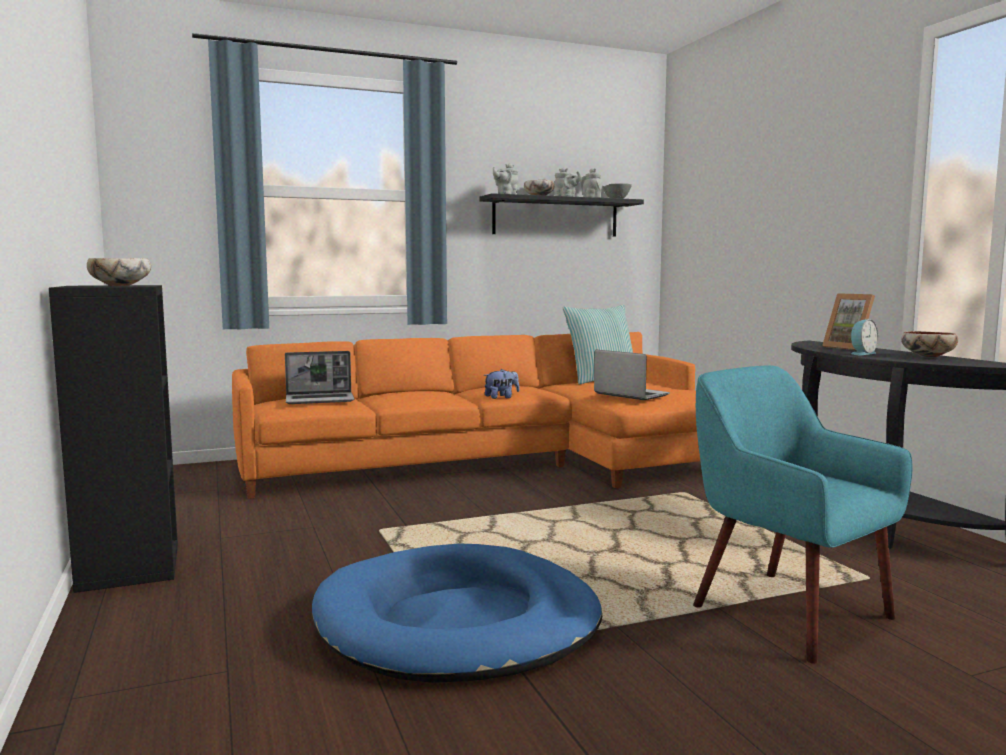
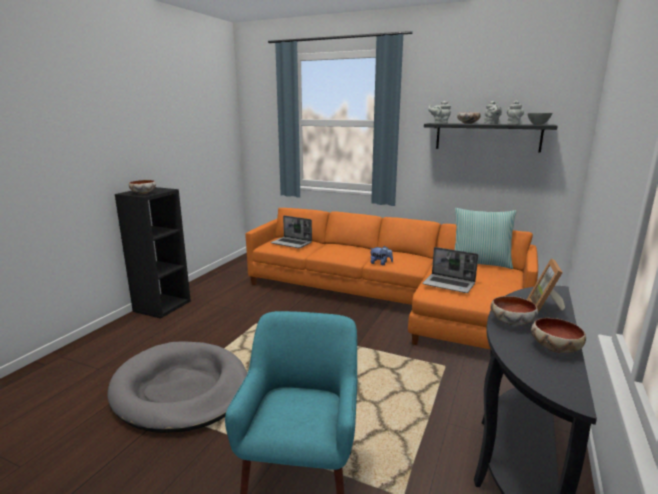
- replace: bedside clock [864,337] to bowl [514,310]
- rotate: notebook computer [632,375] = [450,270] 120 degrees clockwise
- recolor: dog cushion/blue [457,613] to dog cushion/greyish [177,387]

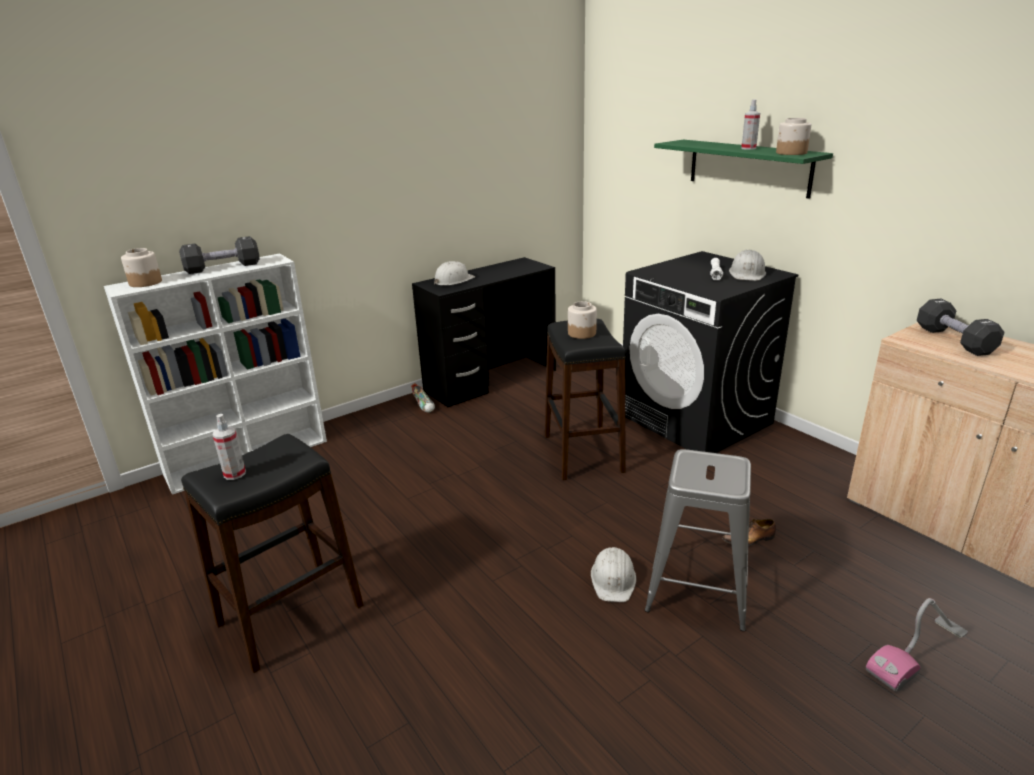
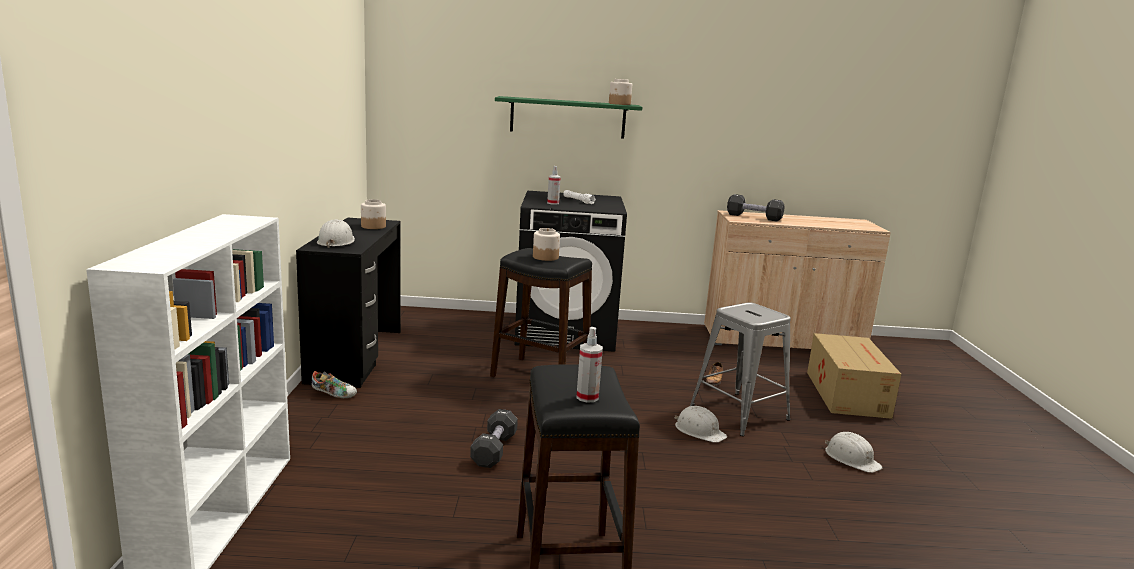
- move: hand sprayer [750,124] to [554,185]
- move: dumbbell/black-coloured [219,255] to [494,438]
- move: storage jar [141,267] to [373,214]
- move: hard hat/white [747,265] to [854,452]
- replace: vacuum cleaner [917,645] to cardboard box [854,376]

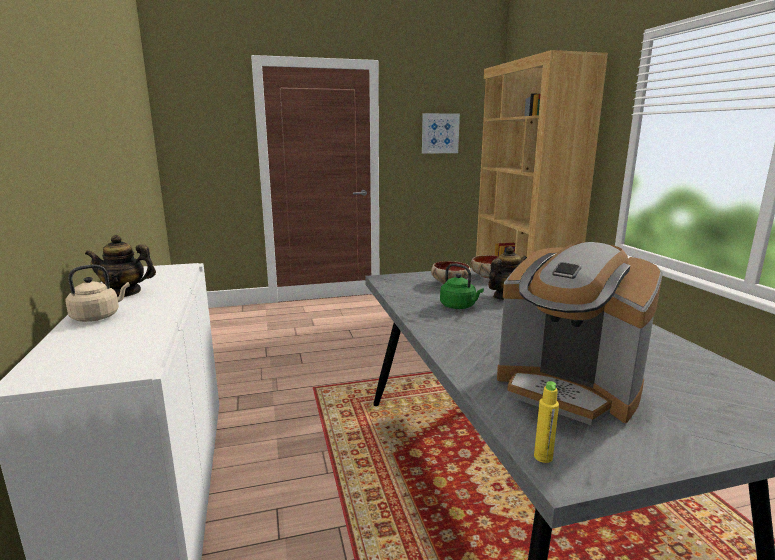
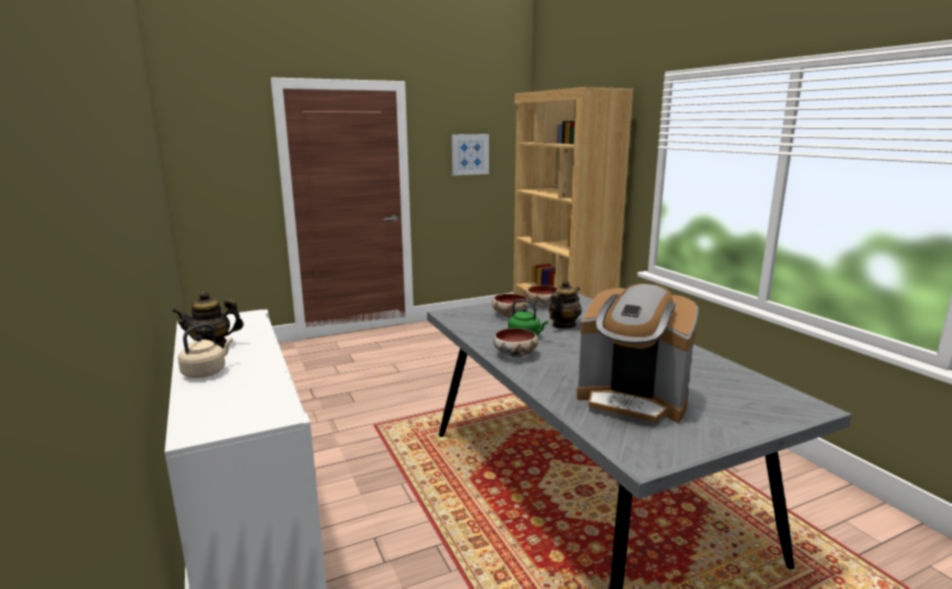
- delete: bottle/yellow-coloured [546,422]
- insert: bowl [515,342]

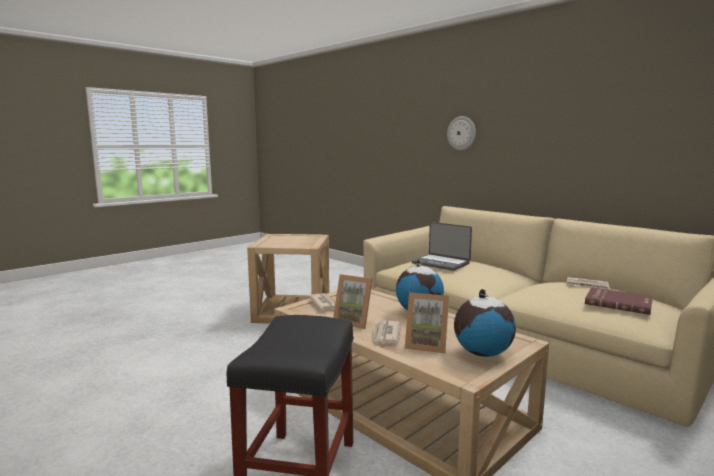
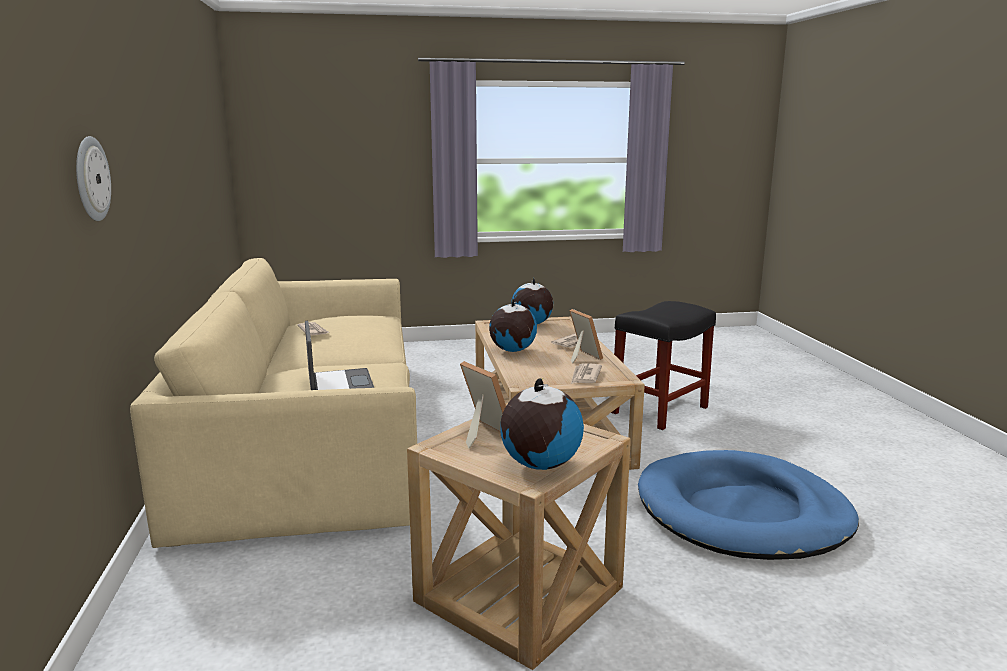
- delete: book/red [619,301]
- move: photo frame [427,322] to [483,404]
- insert: globe [542,424]
- insert: dog cushion/blue [748,505]

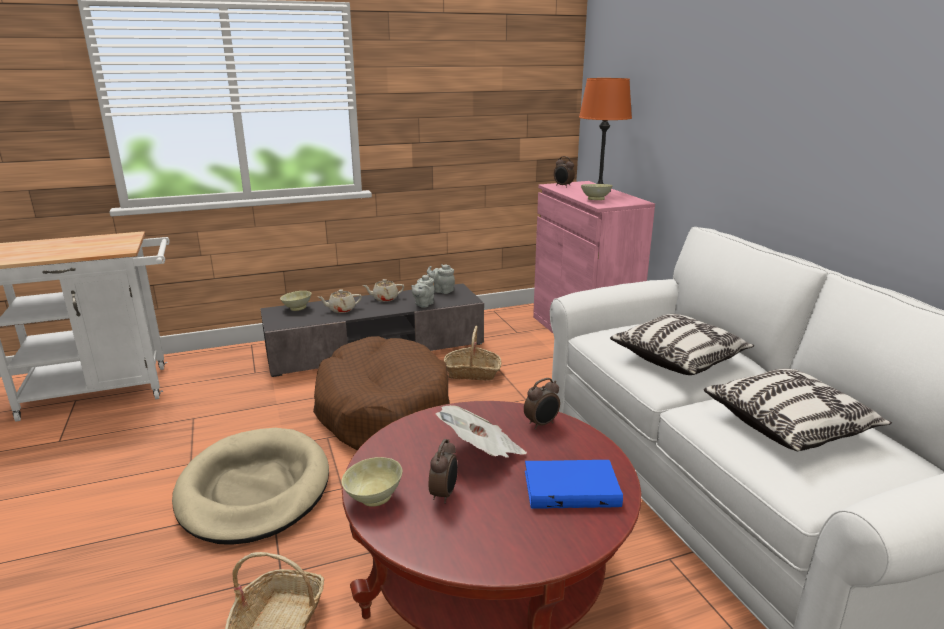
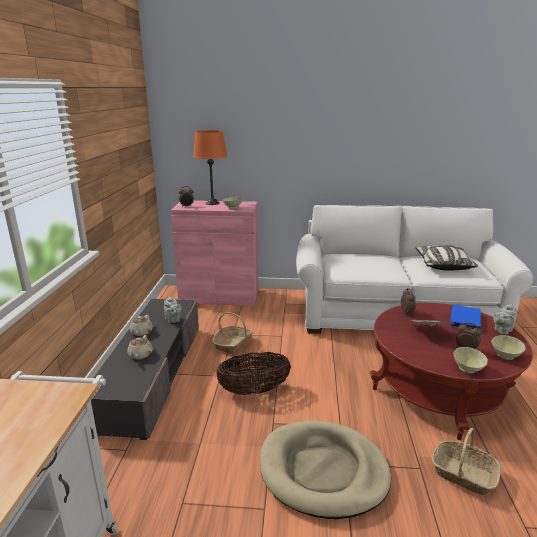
- move: tea pot/greyish [441,279] to [505,319]
- move: bowl/beige-coloured [295,301] to [509,347]
- delete: cushion [682,344]
- replace: dog cushion/brownish [381,393] to basket [253,373]

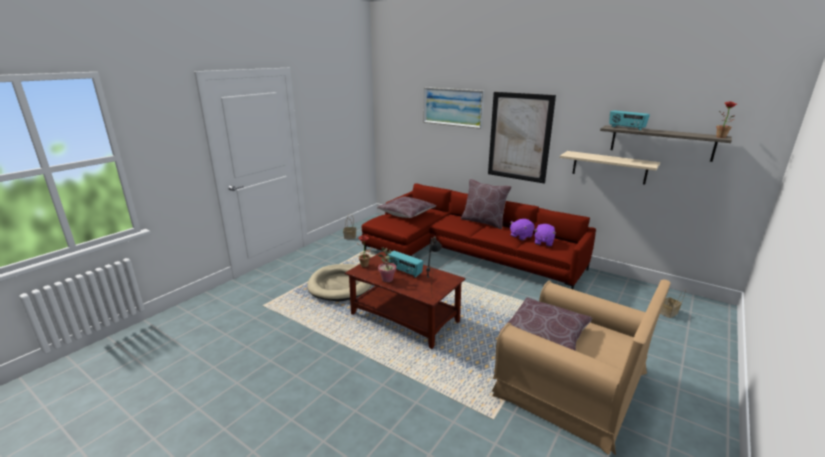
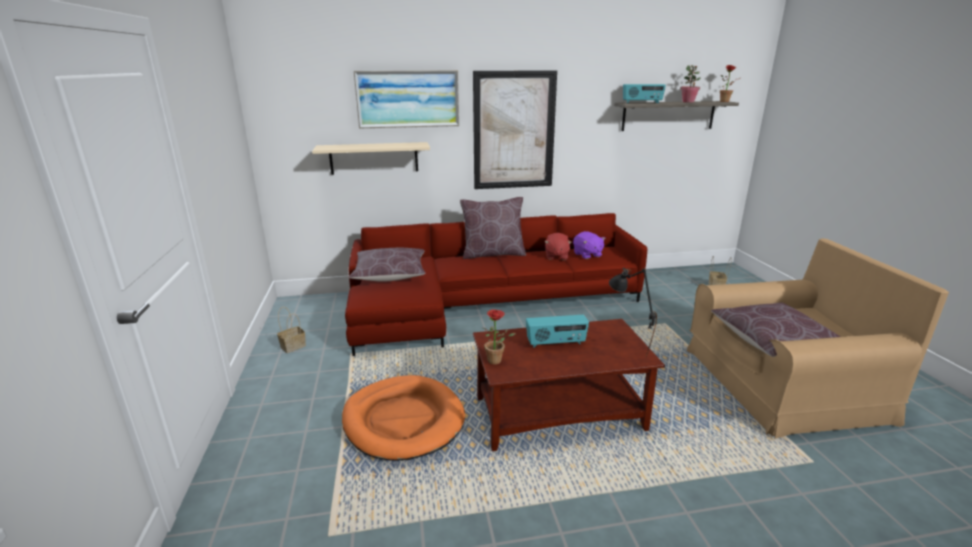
- move: bracket shelf/beige-coloured [609,168] to [371,158]
- recolor: soft toy/purple-coloured [522,229] to soft toy/red [558,246]
- move: potted plant [387,264] to [690,84]
- recolor: dog cushion/beige-coloured [339,282] to dog cushion/orange-coloured [403,418]

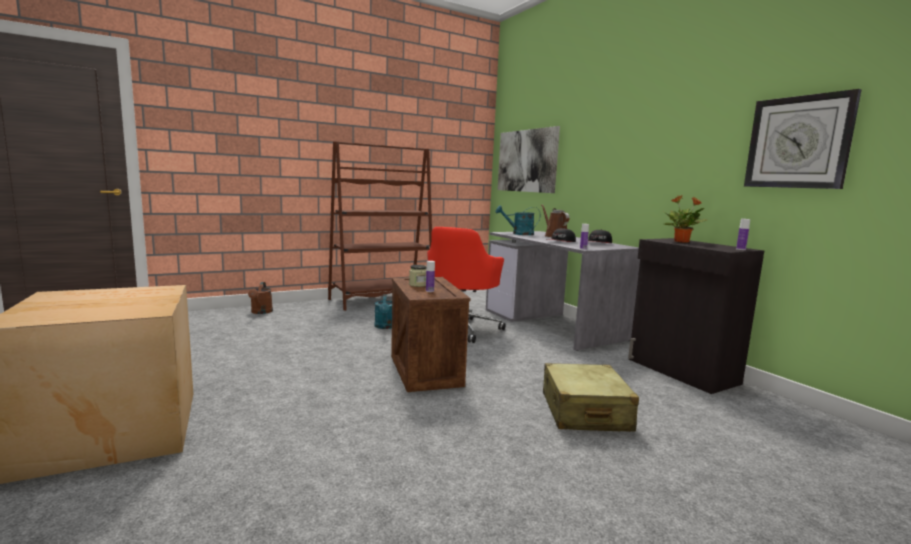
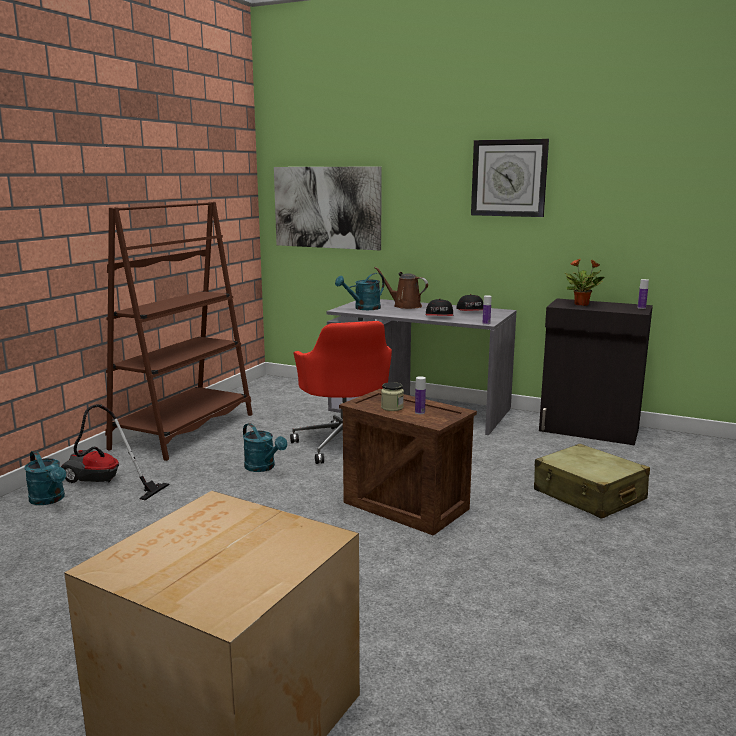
- move: wall clock [802,139] to [510,178]
- recolor: sprinkling can/brownish [260,298] to sprinkling can/turquoise-coloured [45,477]
- insert: vacuum cleaner [115,452]

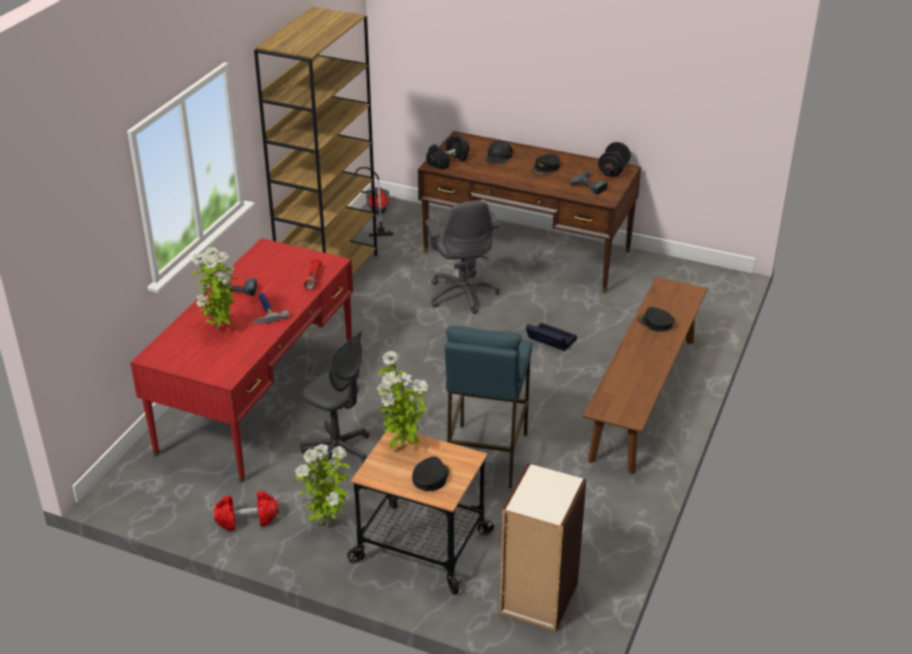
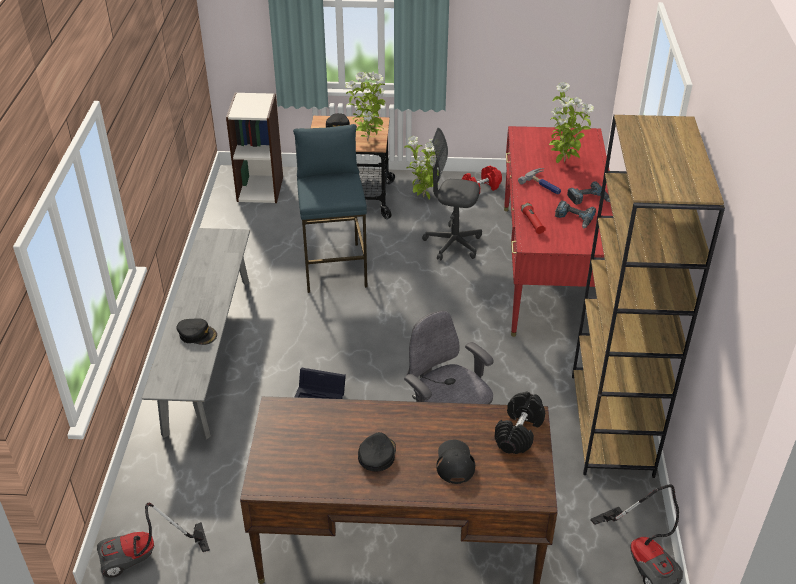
- delete: dumbbell/black-coloured [614,159]
- move: electric drill [589,183] to [575,214]
- recolor: bench/brownish [645,375] to bench/greyish [196,334]
- insert: vacuum cleaner [153,540]

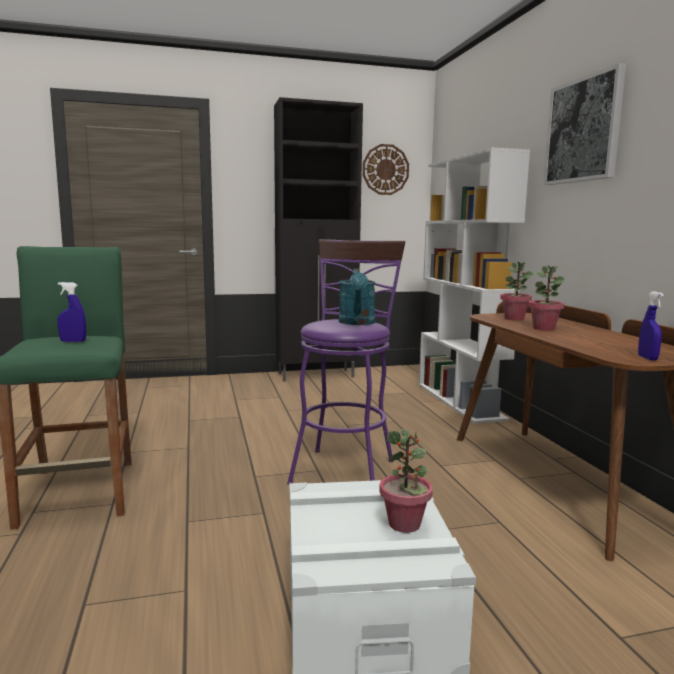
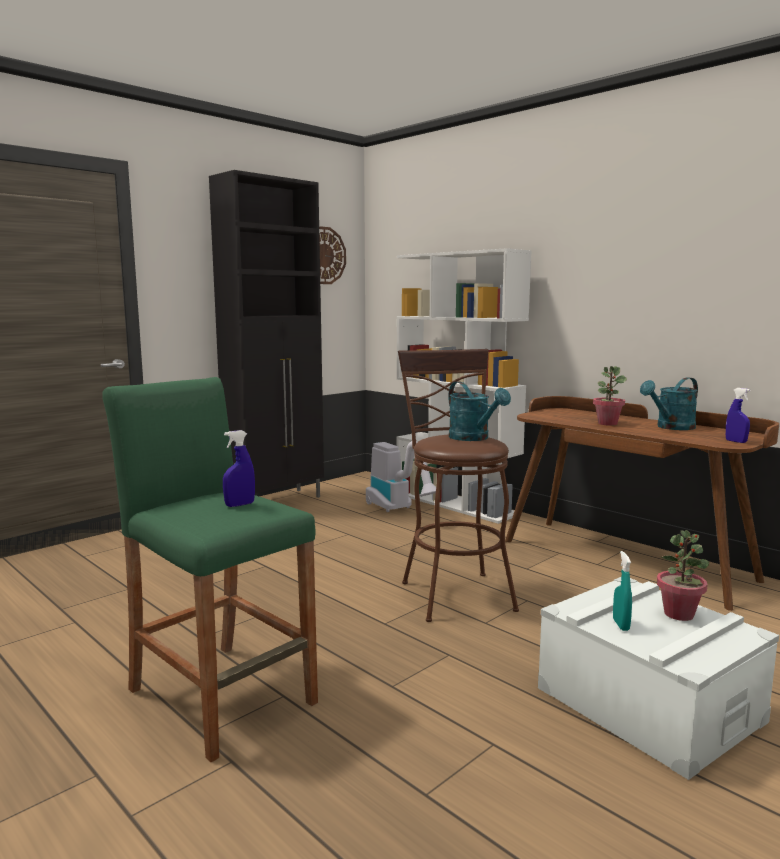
- delete: wall picture [585,124]
- recolor: stool/purple-coloured [346,362] to stool/brownish [458,485]
- delete: potted plant [517,291]
- insert: sprinkling can/turquoise-coloured [669,403]
- insert: vacuum cleaner [401,476]
- insert: hand sprayer/turquoise-coloured [622,591]

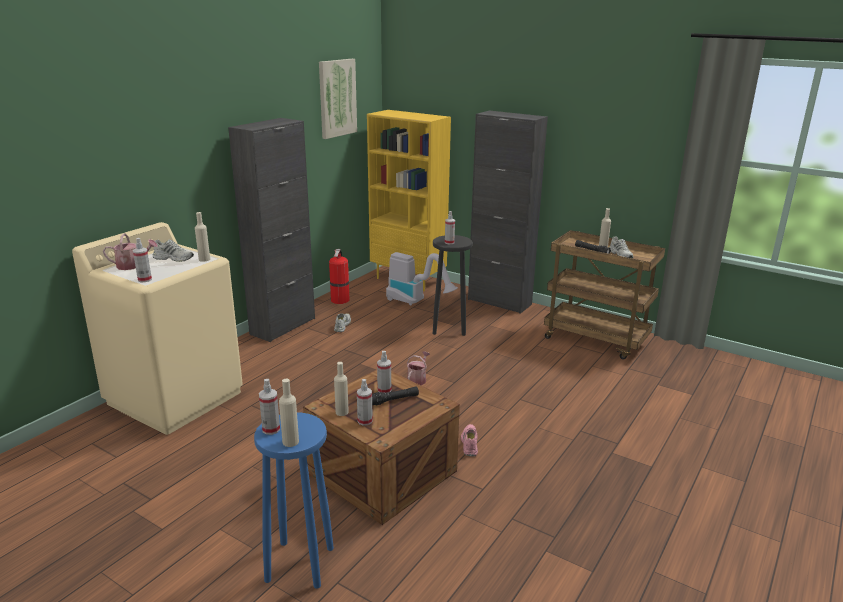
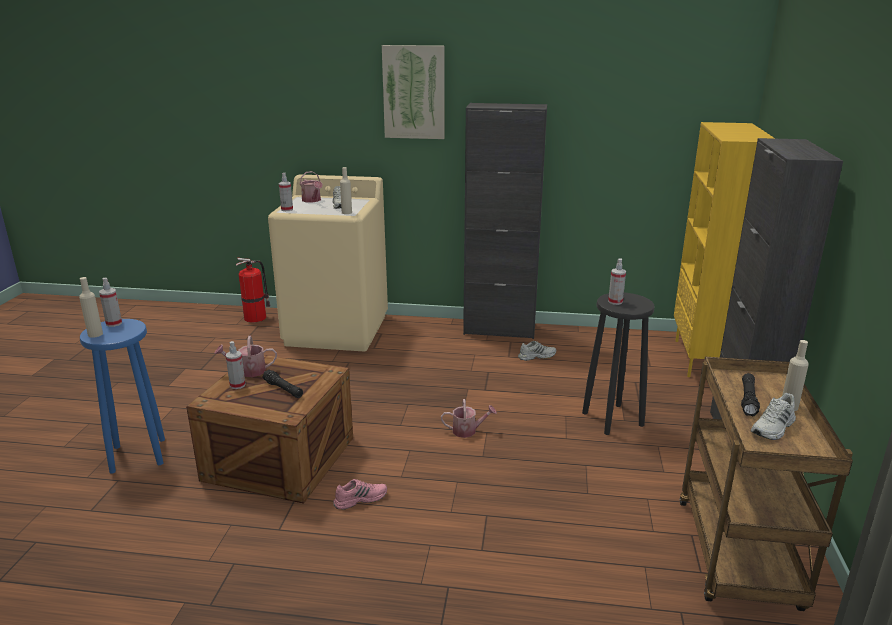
- move: wall picture [338,99] to [413,92]
- move: extinguisher [339,276] to [253,290]
- delete: vacuum cleaner [422,279]
- delete: hand sprayer [384,372]
- replace: bottle/beige-coloured [341,389] to sprinkling can [245,356]

